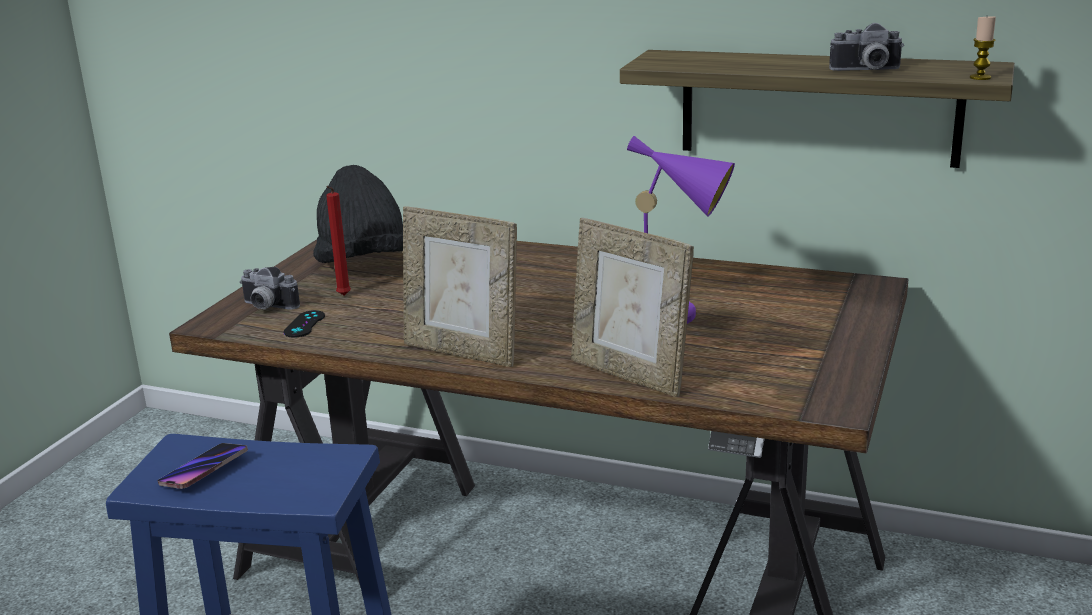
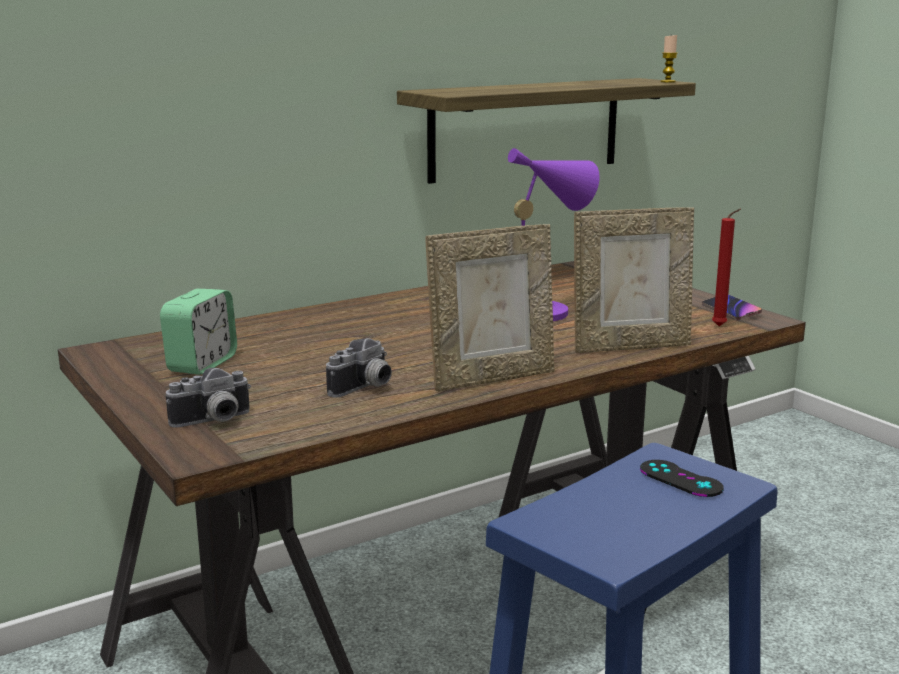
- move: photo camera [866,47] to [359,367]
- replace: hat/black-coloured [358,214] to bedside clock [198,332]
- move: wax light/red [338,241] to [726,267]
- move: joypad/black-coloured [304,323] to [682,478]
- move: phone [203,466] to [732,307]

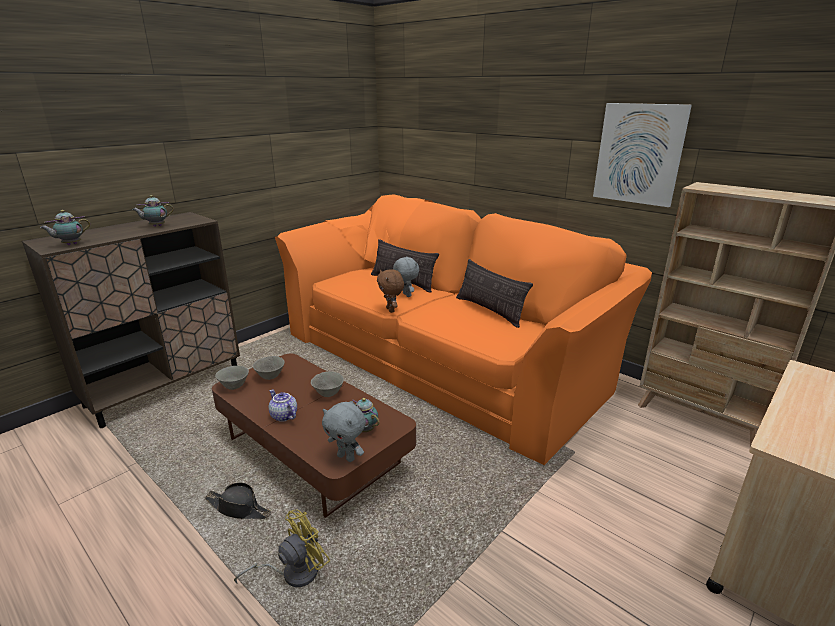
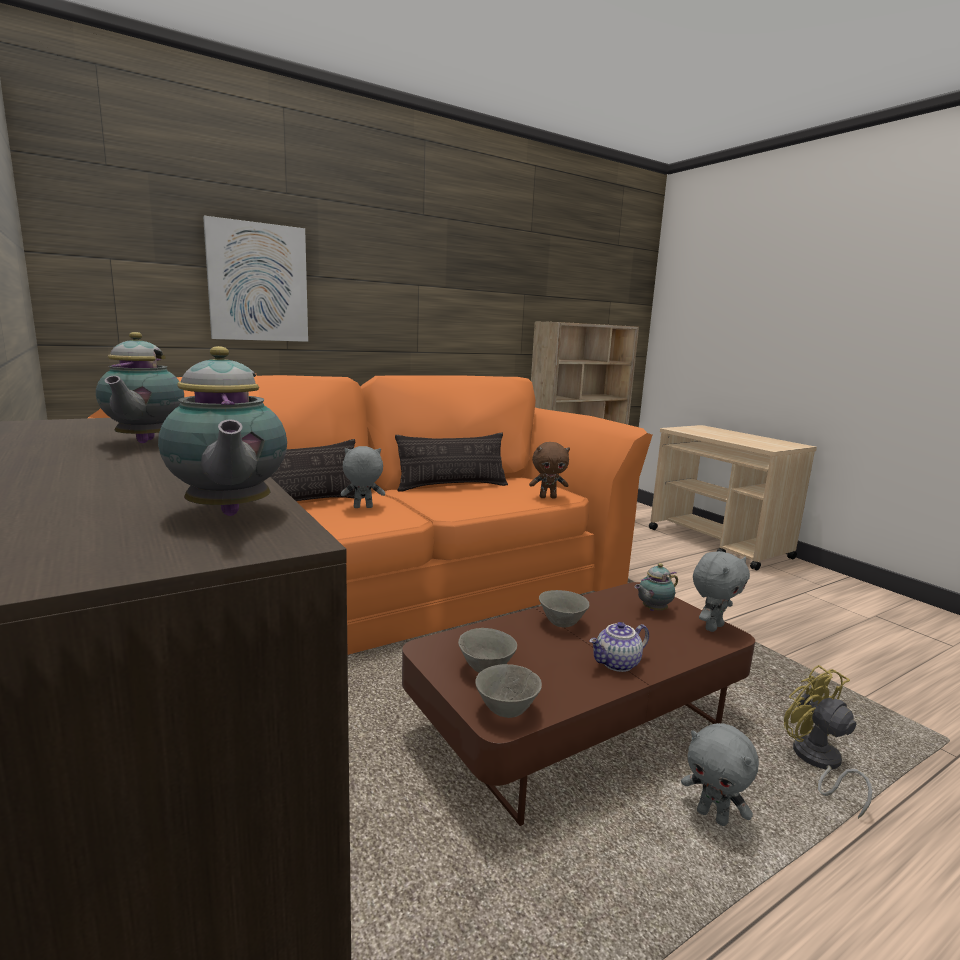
- move: wall picture [642,155] to [255,279]
- move: soft toy/brownish [390,291] to [549,470]
- replace: hat/black-coloured [238,501] to soft toy/greyish [720,774]

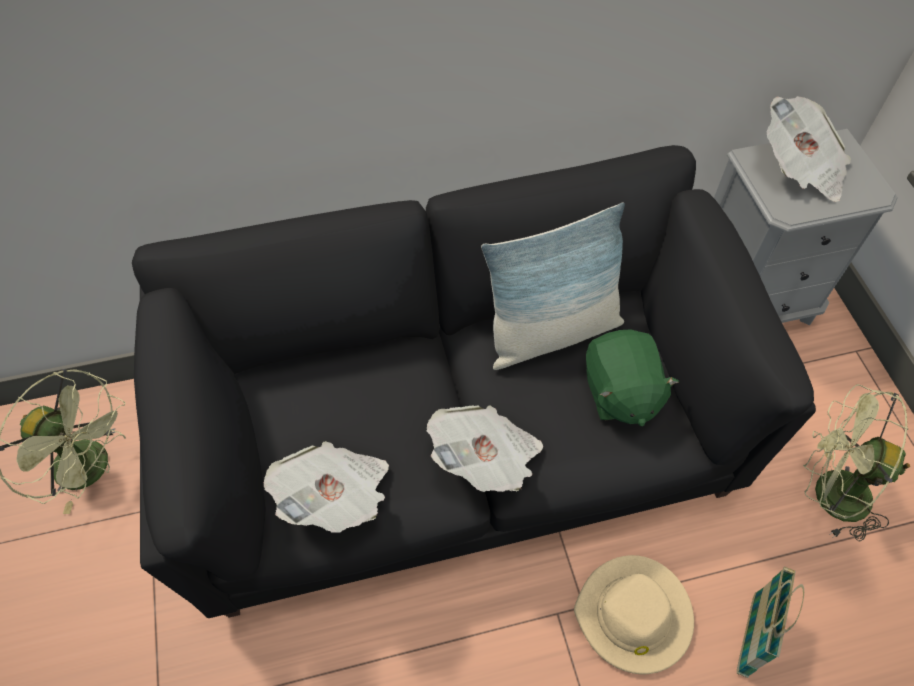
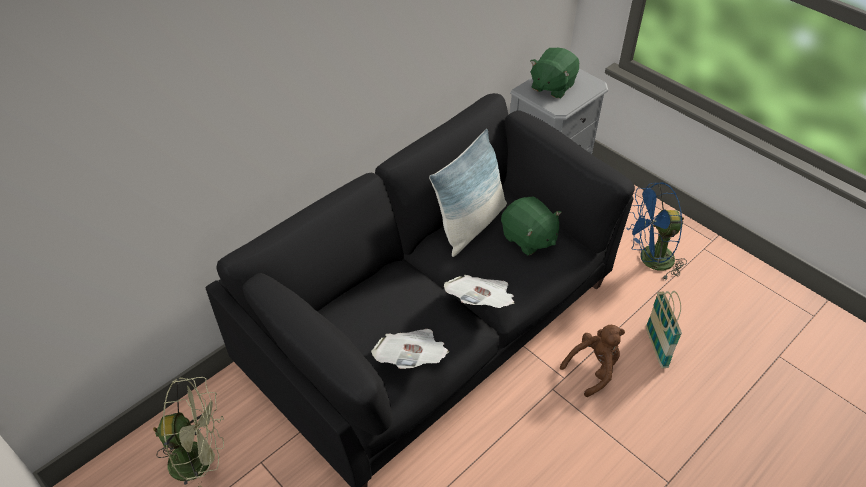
- replace: newspaper [809,149] to soft toy/green [554,73]
- recolor: electric fan/green [856,463] to electric fan/blue [657,231]
- replace: hat/beige-coloured [634,614] to soft toy/brownish [592,361]

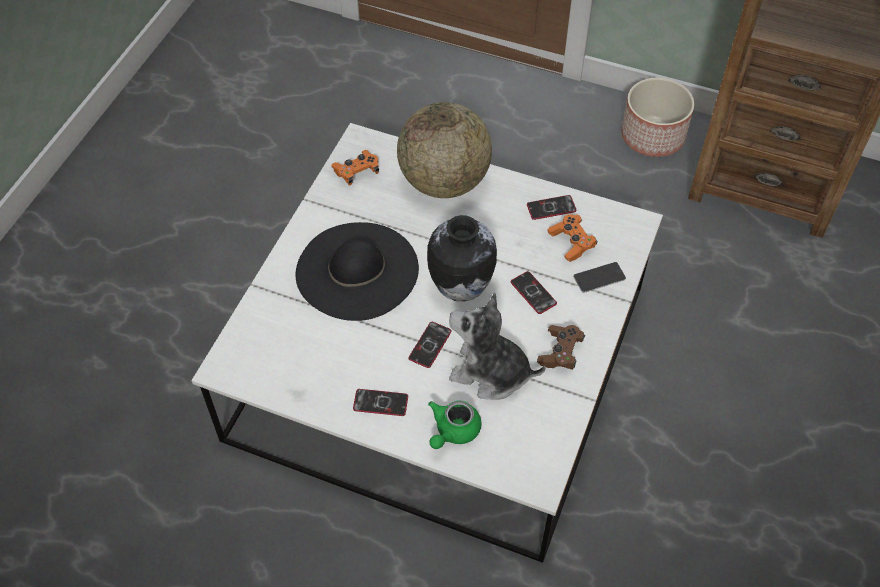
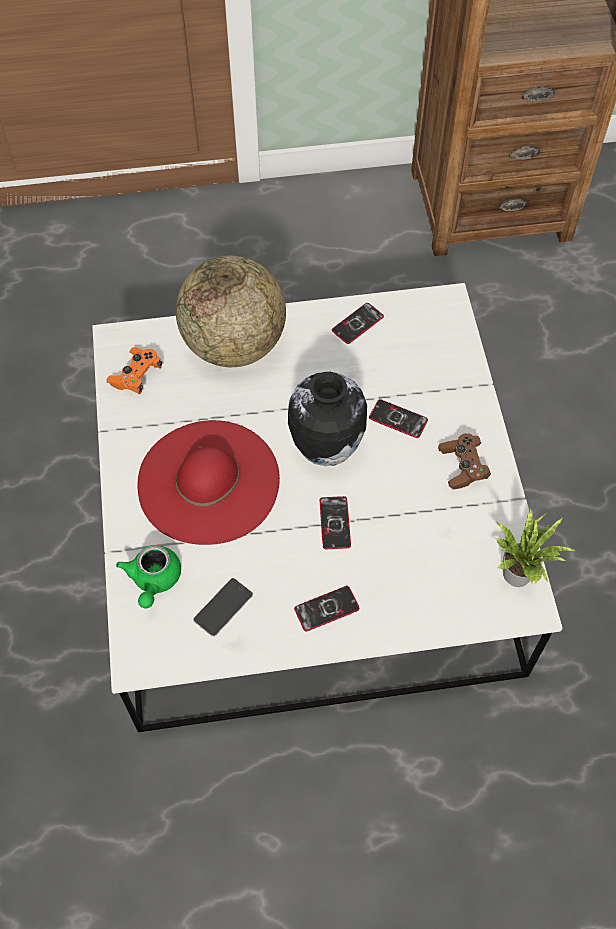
- delete: flower pot [658,117]
- delete: joypad/orange-coloured [572,238]
- recolor: hat/black-coloured [357,271] to hat/red [209,482]
- move: phone [599,277] to [223,607]
- delete: soft toy [497,346]
- move: tea pot/green [455,424] to [148,577]
- insert: potted plant [536,548]

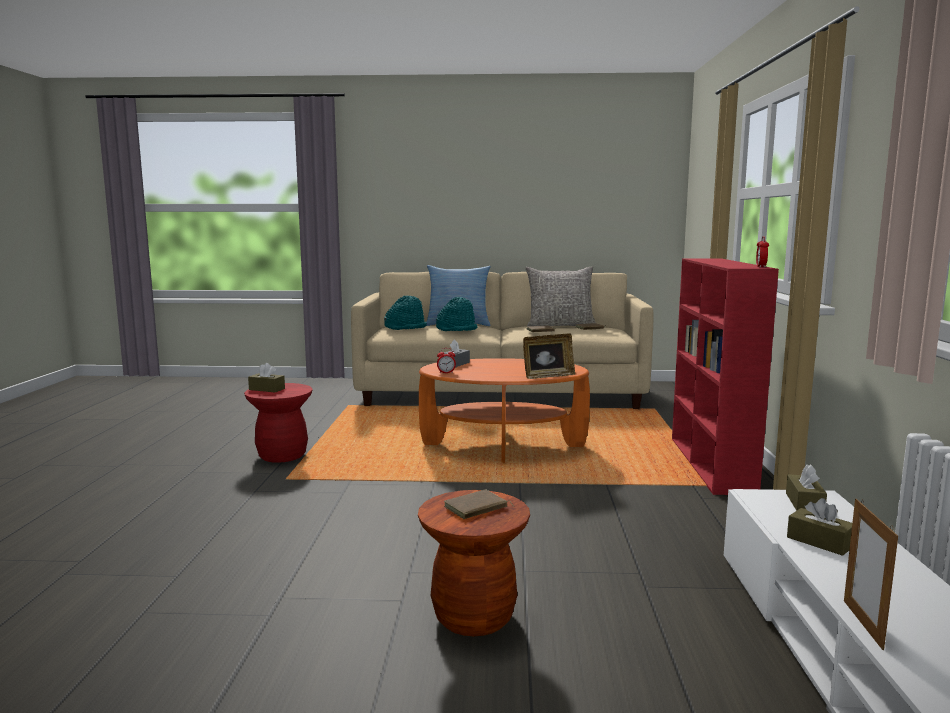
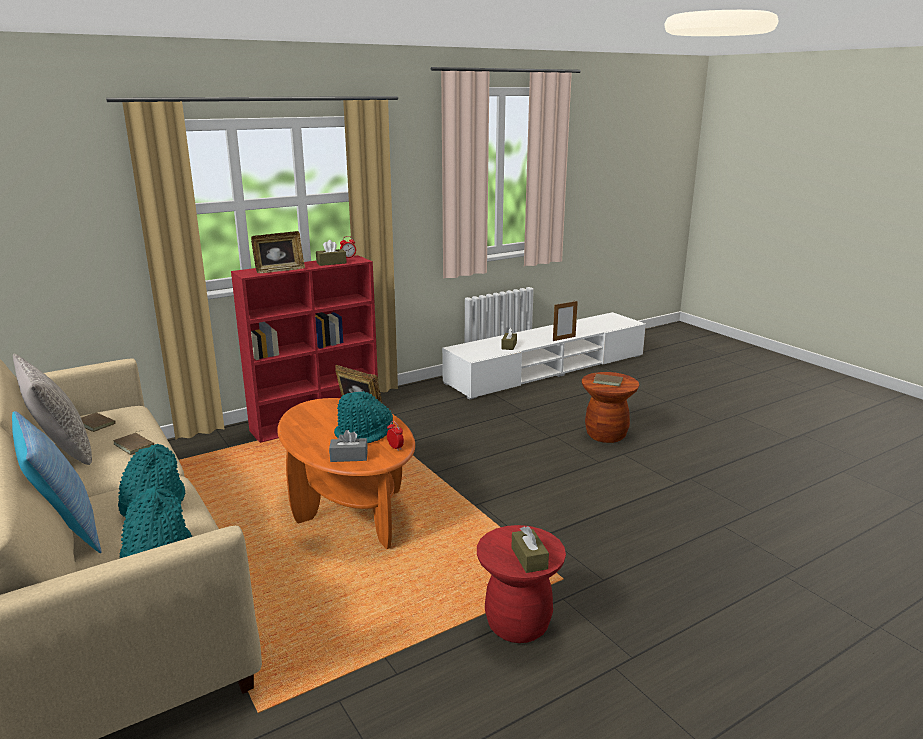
- move: box of tissues/brownish [806,487] to [331,253]
- insert: photo frame [278,252]
- insert: hat/turquoise-coloured [363,417]

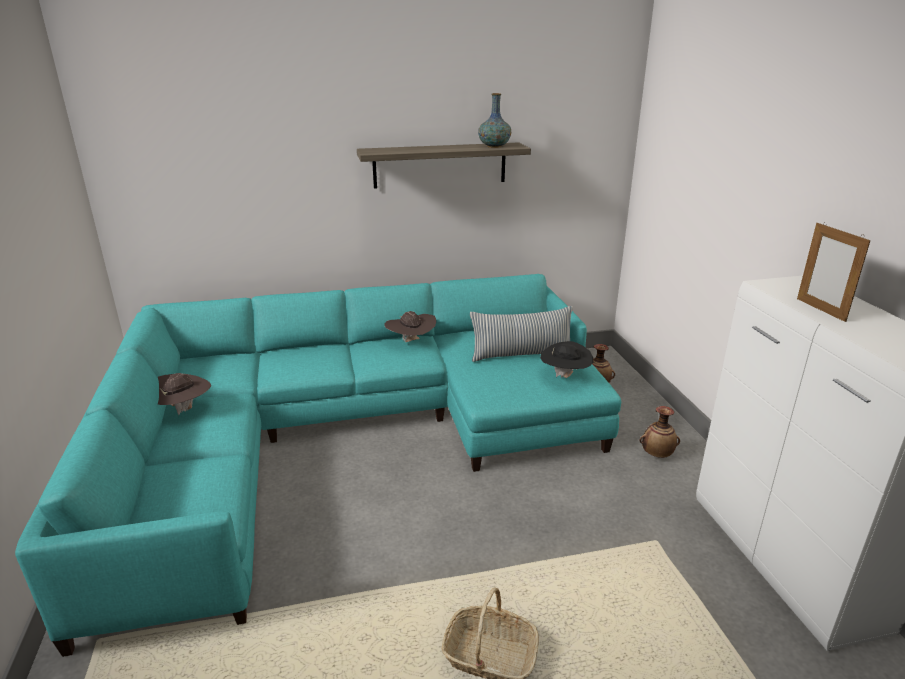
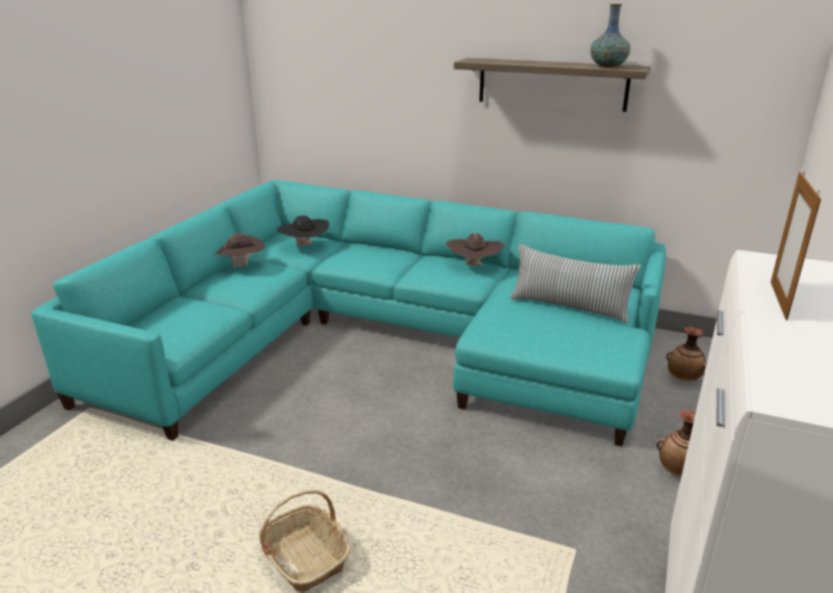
- move: hat/black-coloured [566,359] to [303,231]

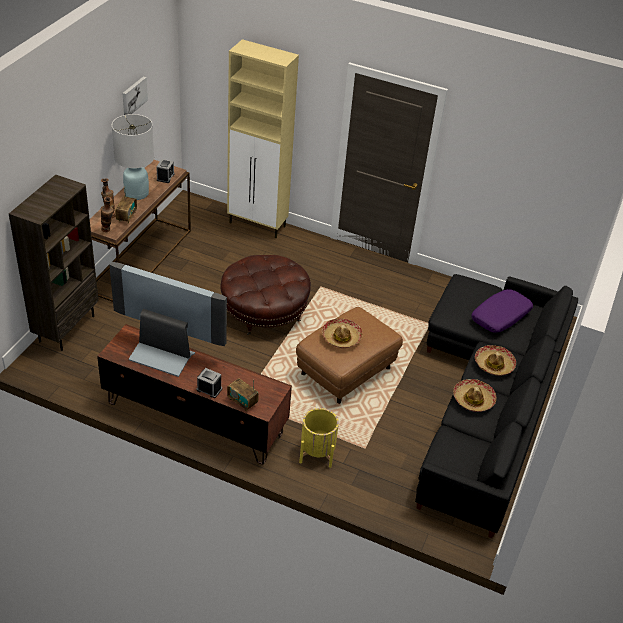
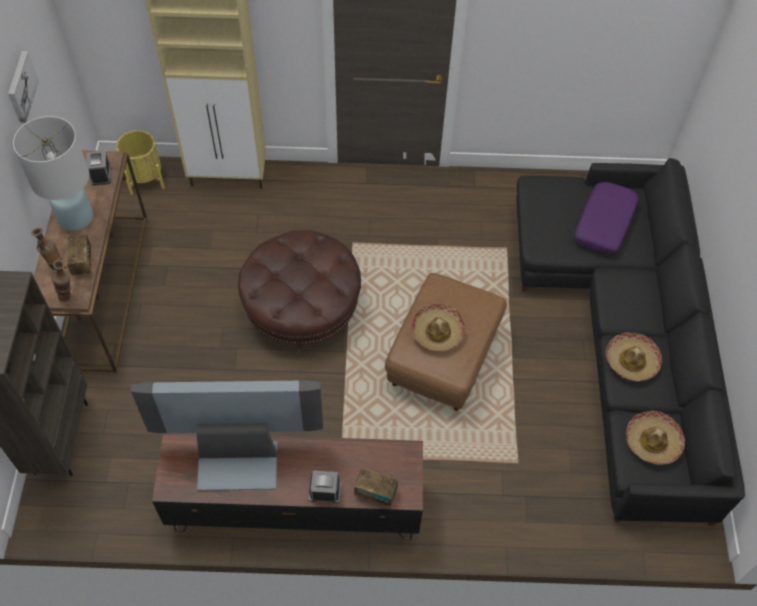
- move: hat [495,360] to [655,438]
- move: flower pot/yellow-coloured [319,438] to [140,162]

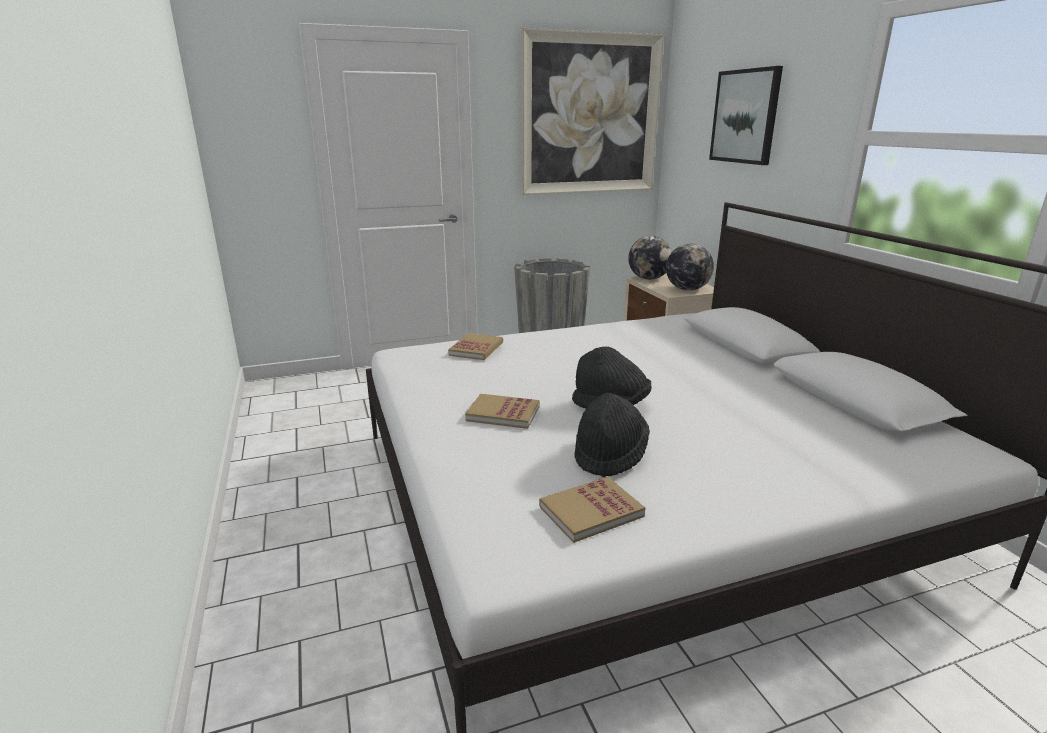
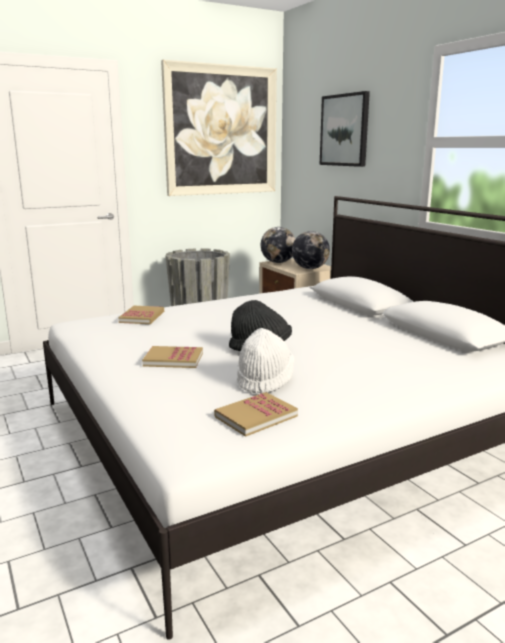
- recolor: hat/black-coloured [612,435] to hat/white [266,361]

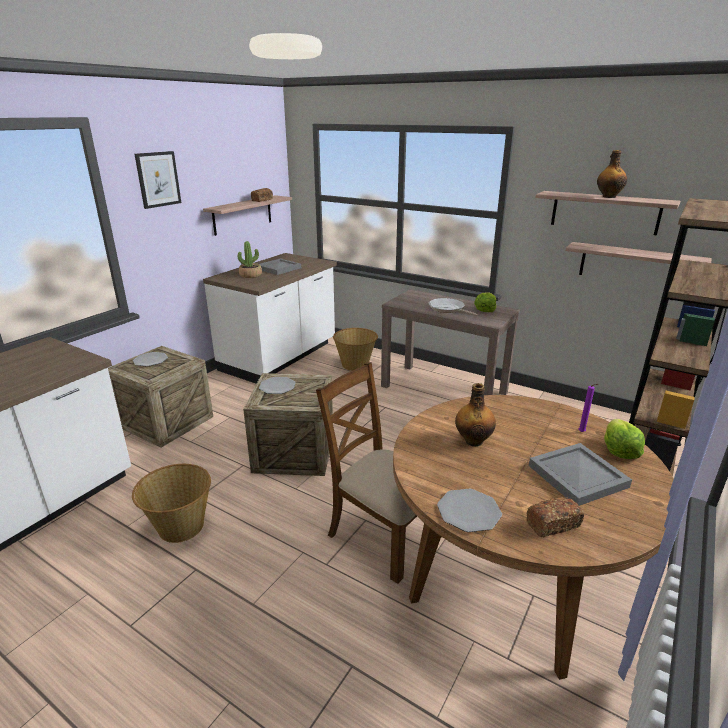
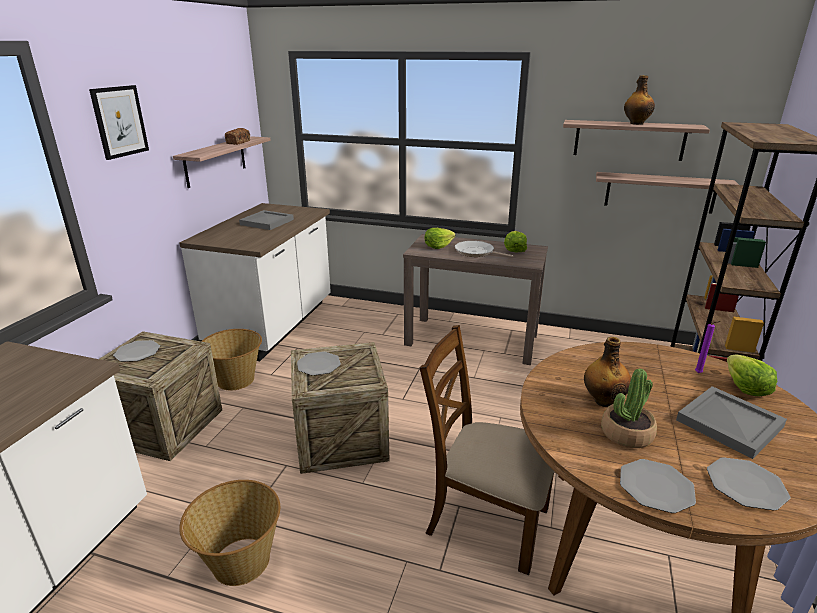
- move: potted plant [250,259] to [629,408]
- move: basket [355,349] to [231,359]
- replace: bread [555,517] to dinner plate [748,484]
- insert: head of lettuce [440,238]

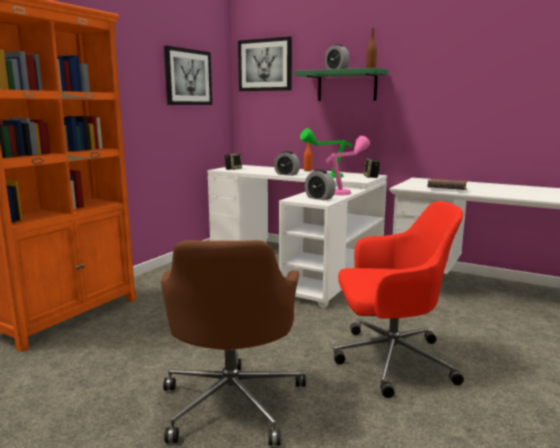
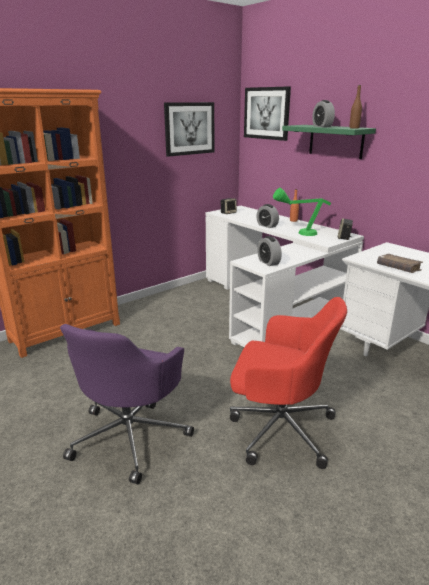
- delete: lamp for a table/pink-coloured [348,165]
- recolor: computer chair/brownish [233,343] to computer chair/purple-coloured [127,404]

